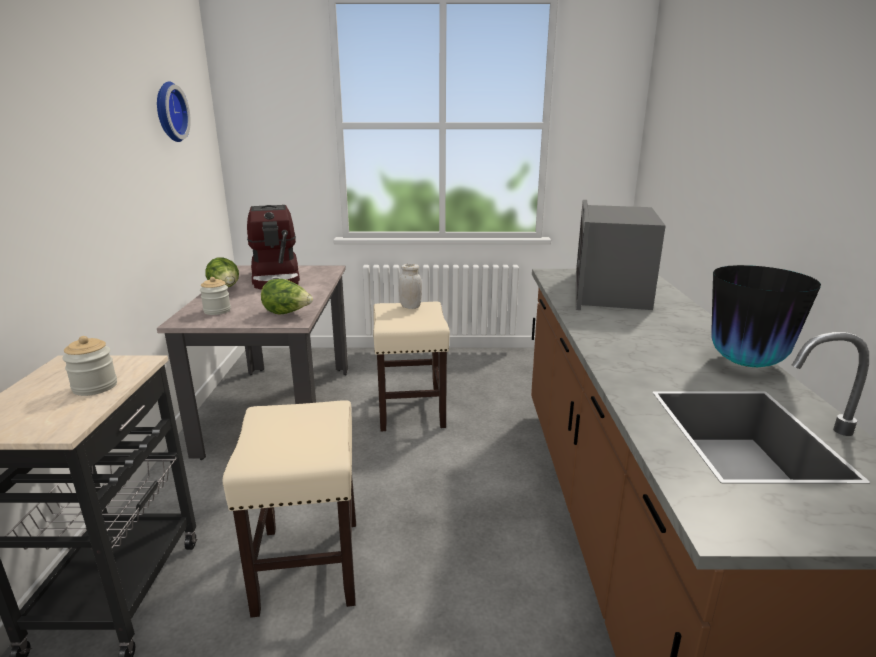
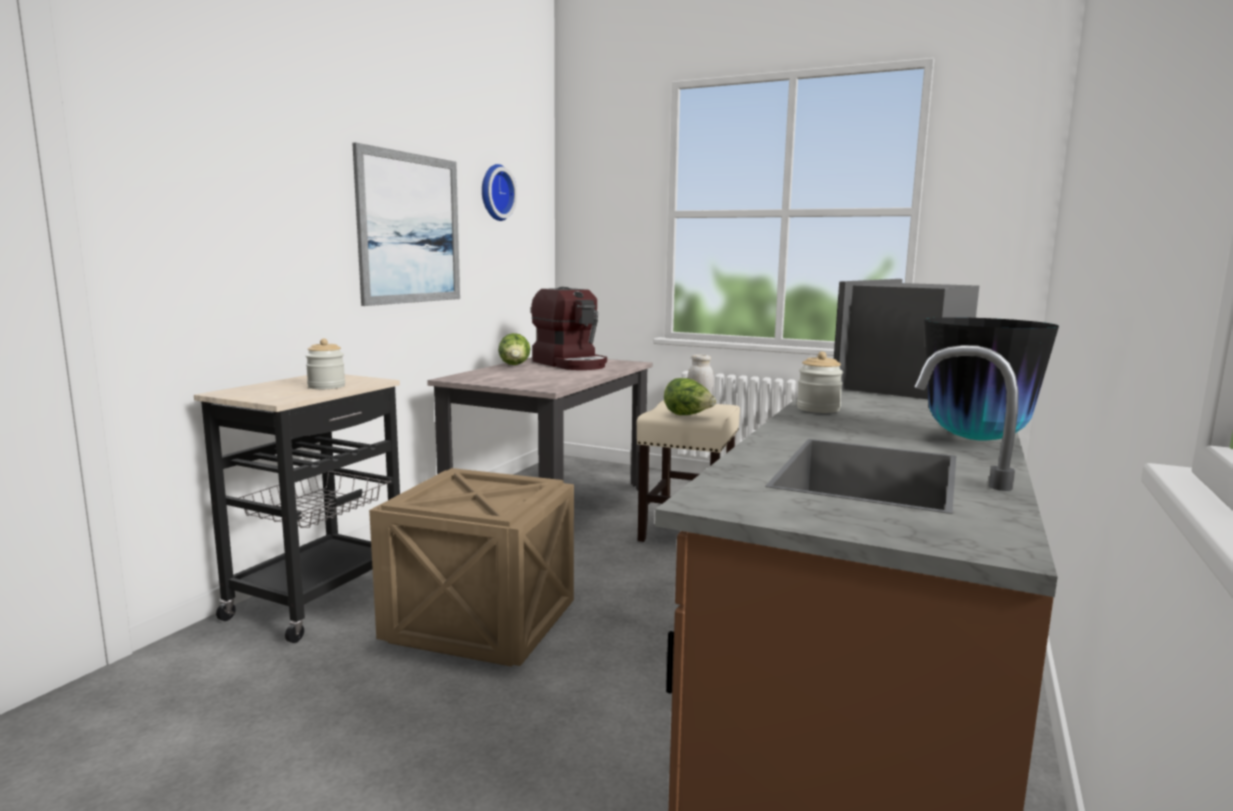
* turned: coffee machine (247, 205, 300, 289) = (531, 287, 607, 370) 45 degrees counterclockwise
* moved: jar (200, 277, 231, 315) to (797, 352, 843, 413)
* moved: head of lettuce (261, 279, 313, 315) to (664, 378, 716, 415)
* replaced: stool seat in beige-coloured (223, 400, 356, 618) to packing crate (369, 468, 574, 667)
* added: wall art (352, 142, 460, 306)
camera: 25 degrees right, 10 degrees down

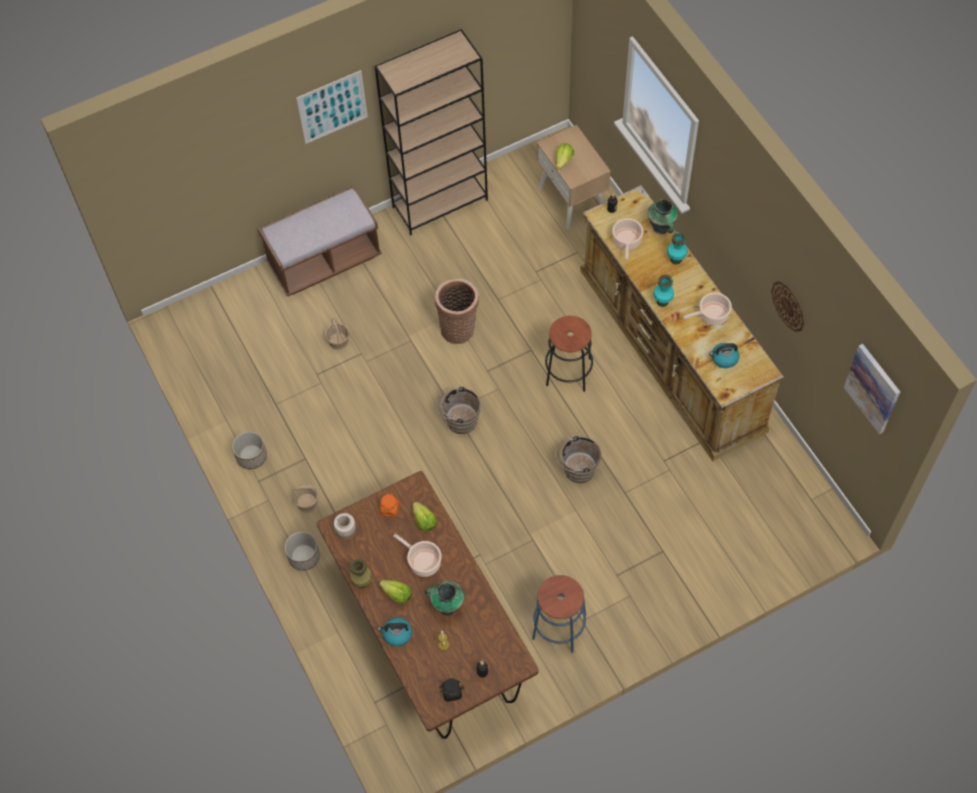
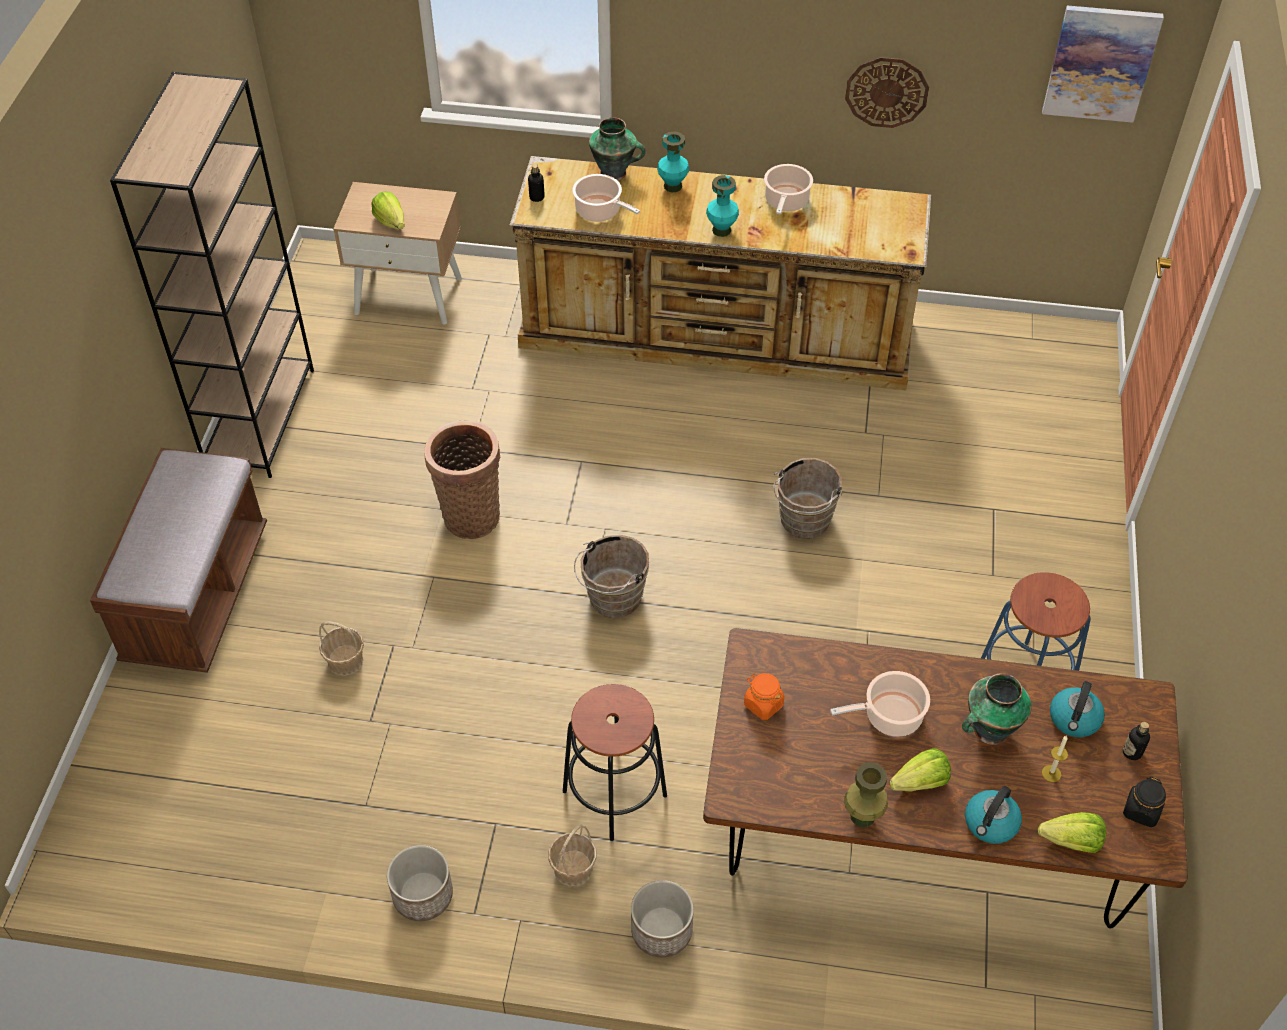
* removed: wall art (296, 70, 368, 144)
* moved: stool seat in black-coloured (545, 316, 593, 392) to (563, 684, 667, 841)
* moved: kettle (709, 343, 739, 368) to (1050, 681, 1105, 737)
* moved: head of lettuce (413, 502, 438, 532) to (1038, 812, 1107, 853)
* removed: jar (334, 513, 356, 540)
camera: 55 degrees left, 10 degrees down

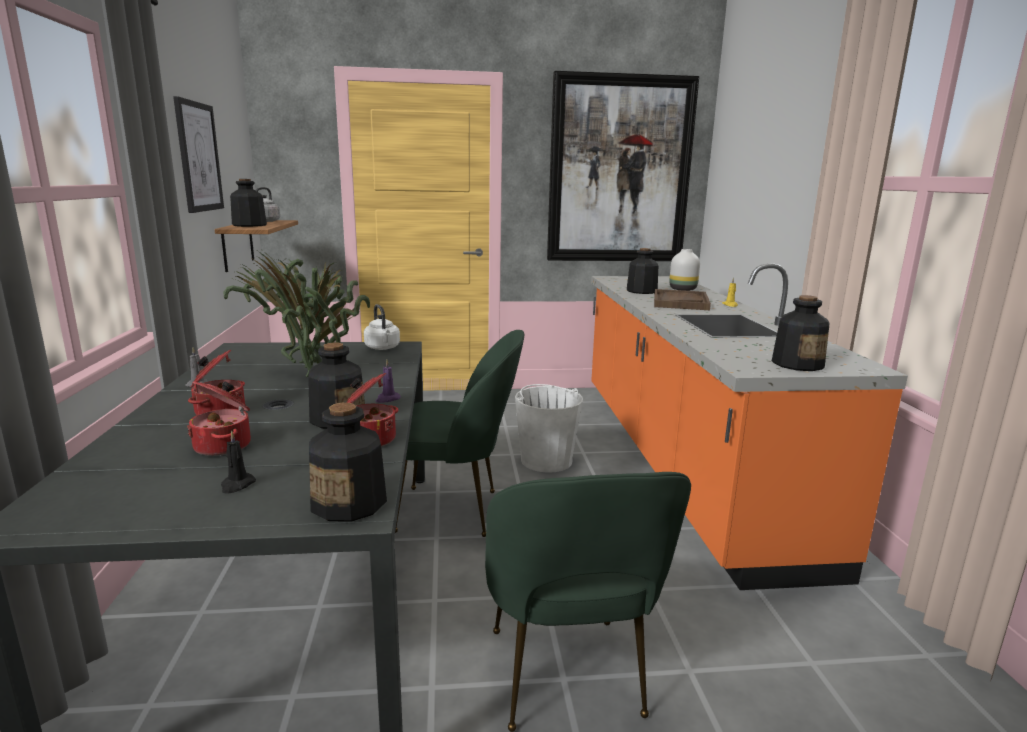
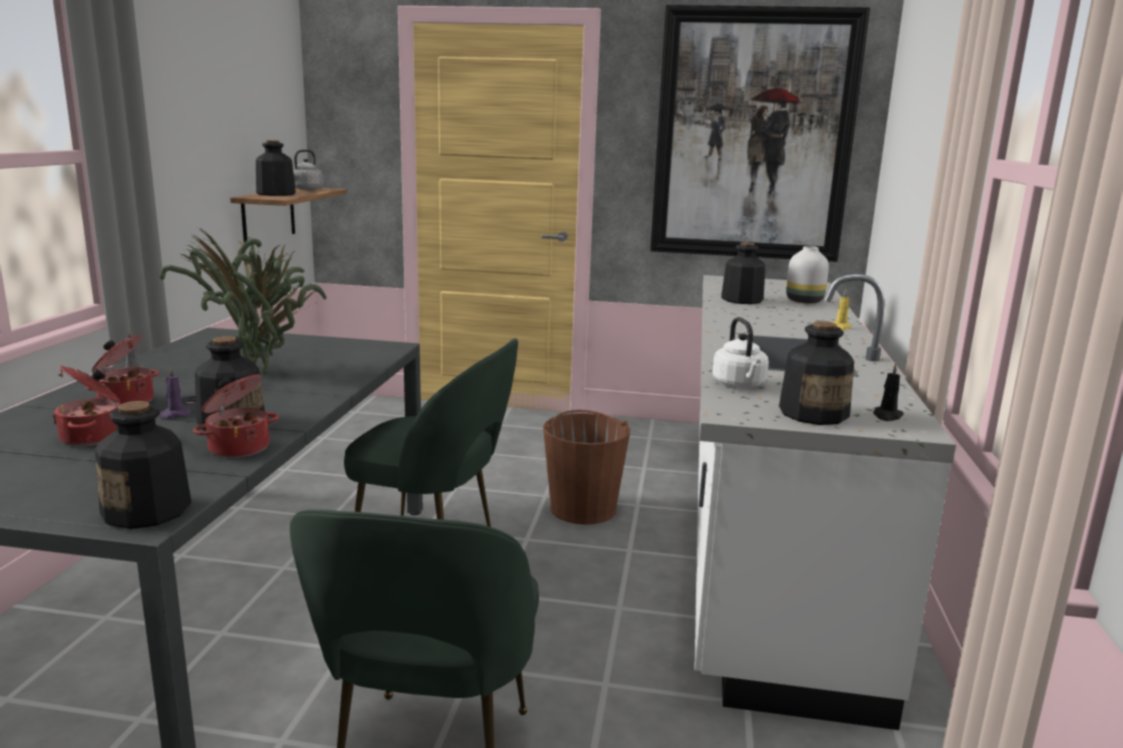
* removed: wall art (173, 96, 224, 213)
* recoloured: kitchen base unit in orange-coloured (591, 263, 908, 590) to kitchen base unit in white-coloured (694, 274, 956, 730)
* removed: serving tray in brown (654, 289, 711, 310)
* moved: kettle in white-coloured (364, 304, 400, 350) to (713, 317, 769, 388)
* moved: candle in purple (376, 360, 401, 403) to (157, 366, 191, 418)
* recoloured: bucket in white-coloured (515, 384, 583, 473) to bucket in brown (543, 410, 630, 525)
* moved: candle in black-coloured (221, 431, 256, 494) to (873, 363, 904, 421)
camera: 15 degrees right, 0 degrees up

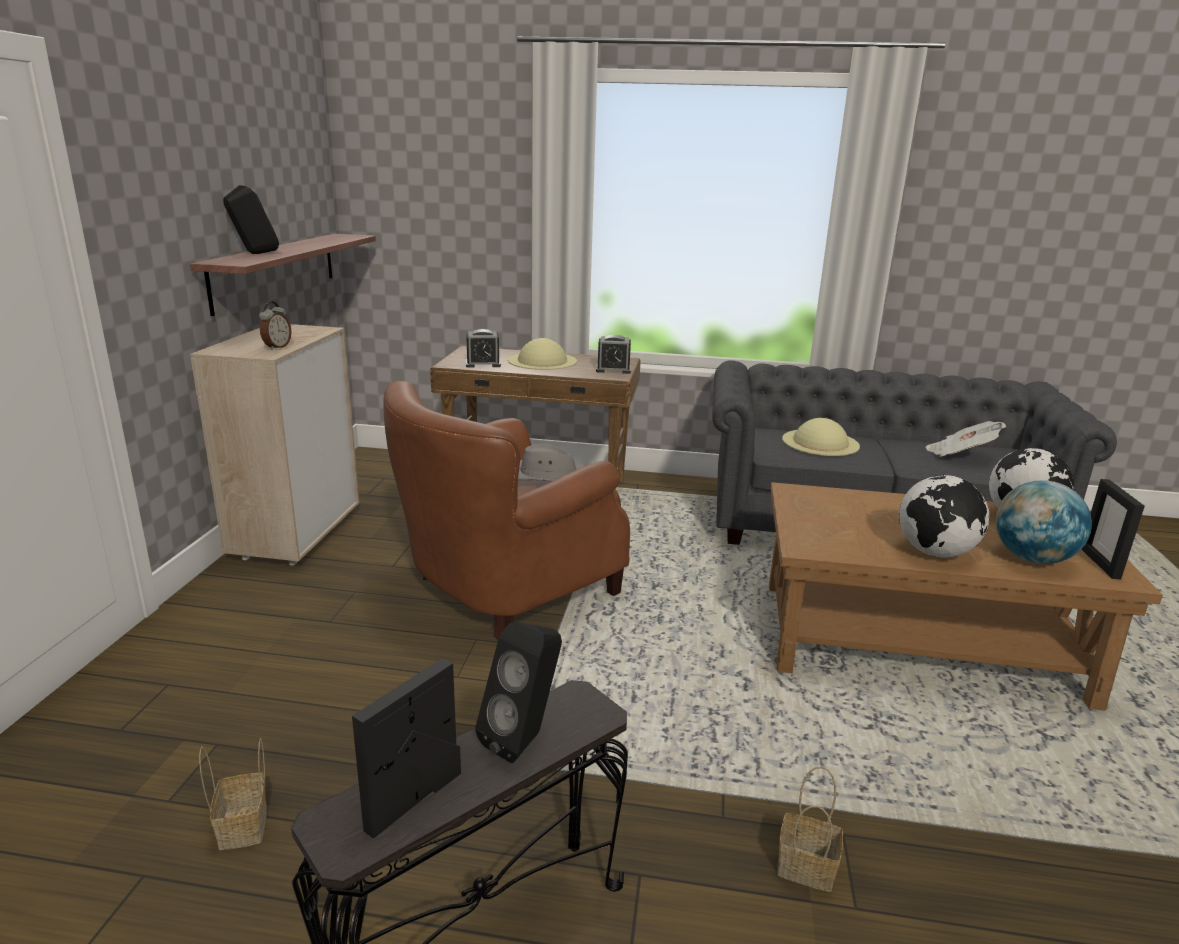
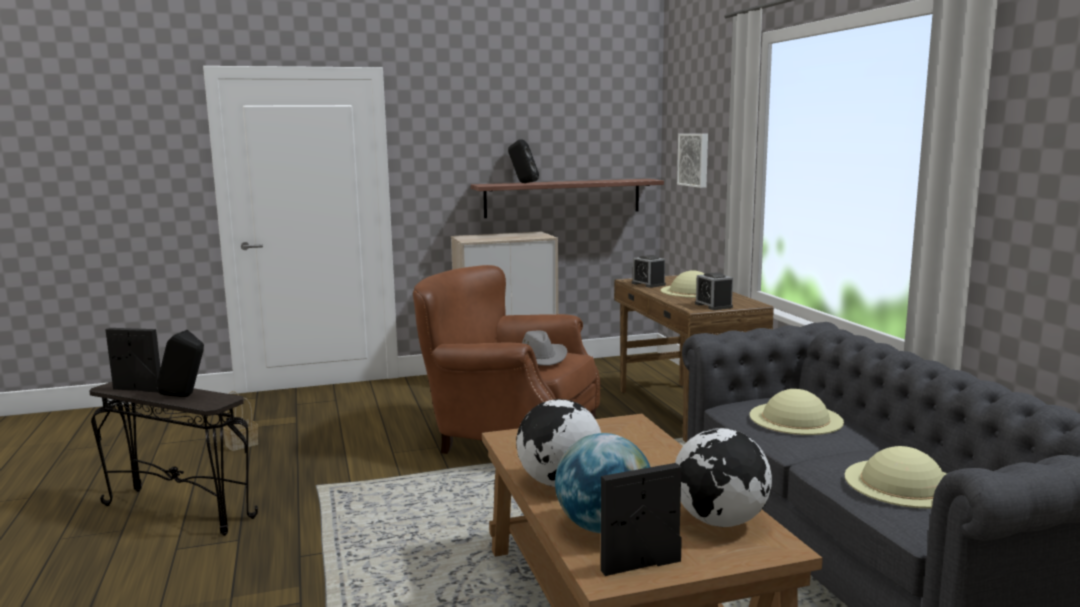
* removed: alarm clock (259, 302, 292, 350)
* replaced: daily paper (925, 421, 1006, 457) to wearable hat in beige-coloured (845, 446, 947, 508)
* removed: basket (777, 767, 843, 892)
* added: wall art (677, 134, 708, 188)
camera: 65 degrees right, 10 degrees down

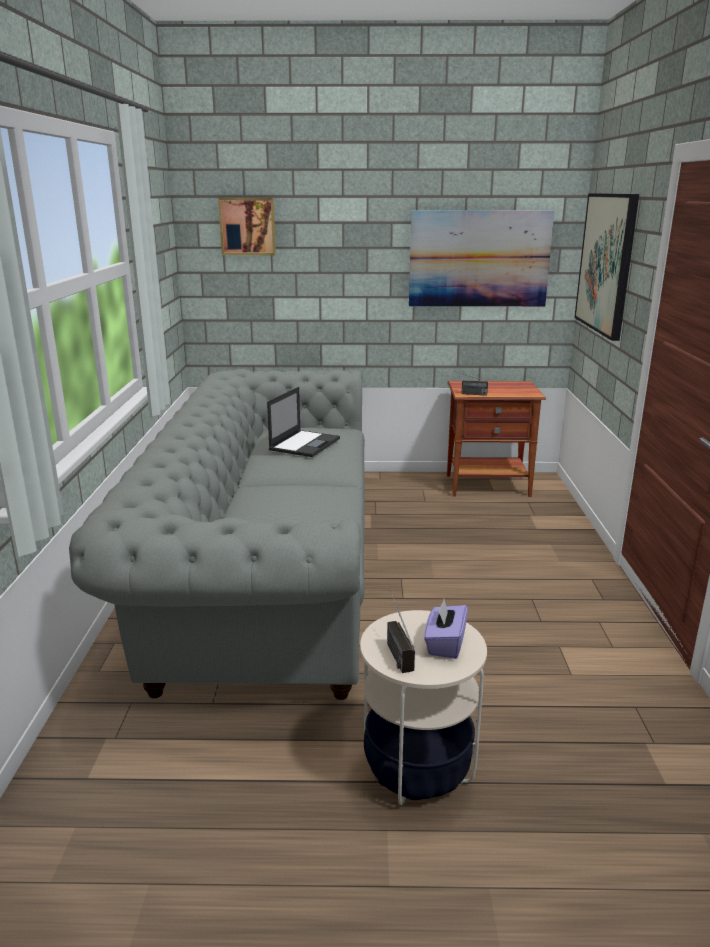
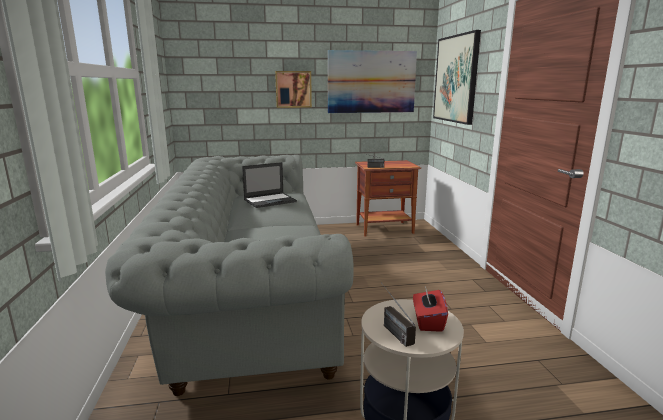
* moved: wall art (218, 198, 276, 255) to (275, 71, 312, 108)
* turned: laptop (267, 387, 340, 457) = (242, 162, 297, 208) 45 degrees clockwise
* recoloured: tissue box in purple (424, 599, 468, 659) to tissue box in red-coloured (413, 286, 448, 332)
camera: 10 degrees left, 5 degrees down

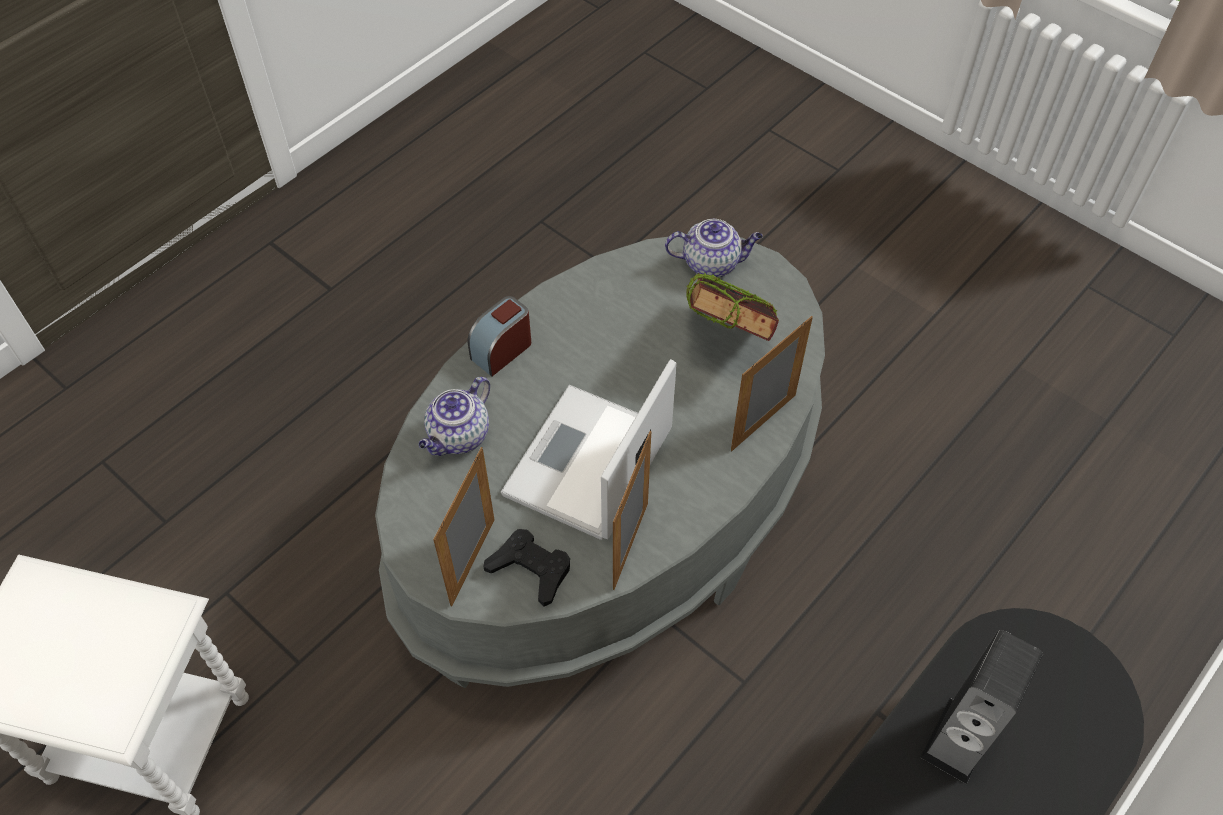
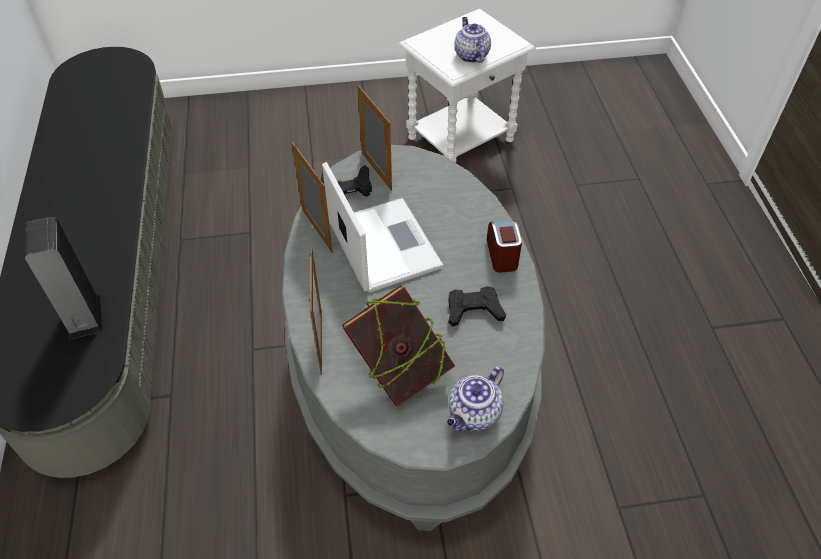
* moved: pot for tea (419, 377, 490, 456) to (454, 17, 491, 63)
* added: gamepad in black-coloured (448, 286, 506, 327)
camera: 130 degrees right, 5 degrees down

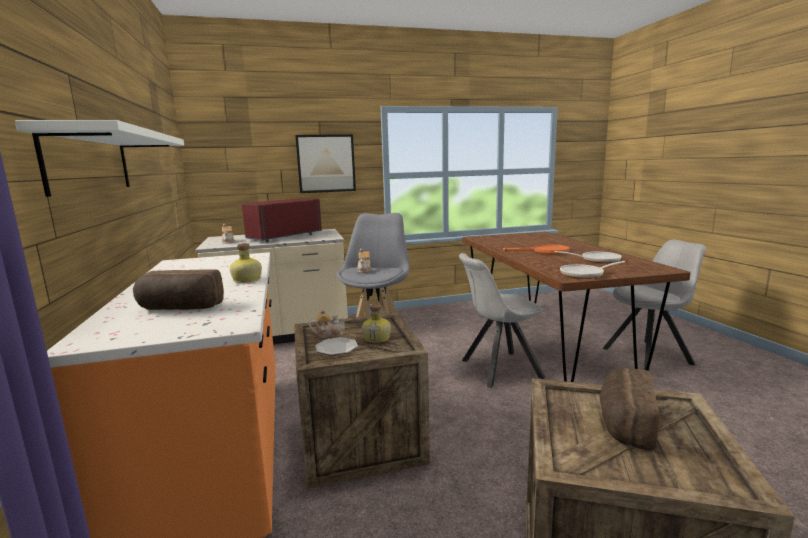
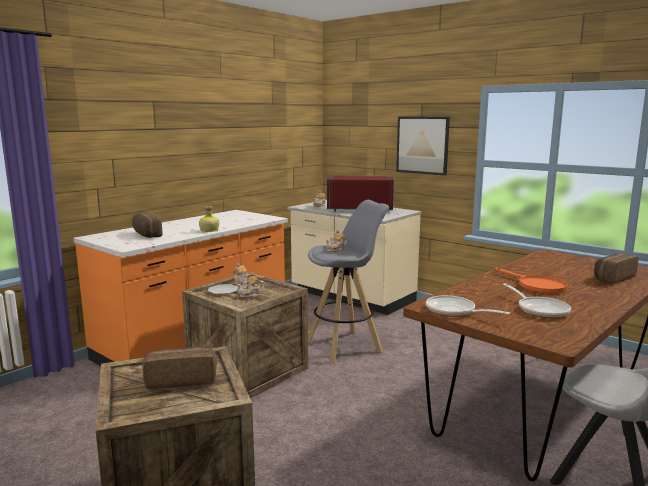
* removed: wall shelf in white-coloured (15, 120, 184, 197)
* removed: plain chair in grey (459, 253, 545, 388)
* replaced: drink bottle (362, 304, 391, 343) to pot for tea (237, 272, 265, 298)
* added: baked bread (594, 253, 639, 284)
camera: 55 degrees right, 0 degrees up

